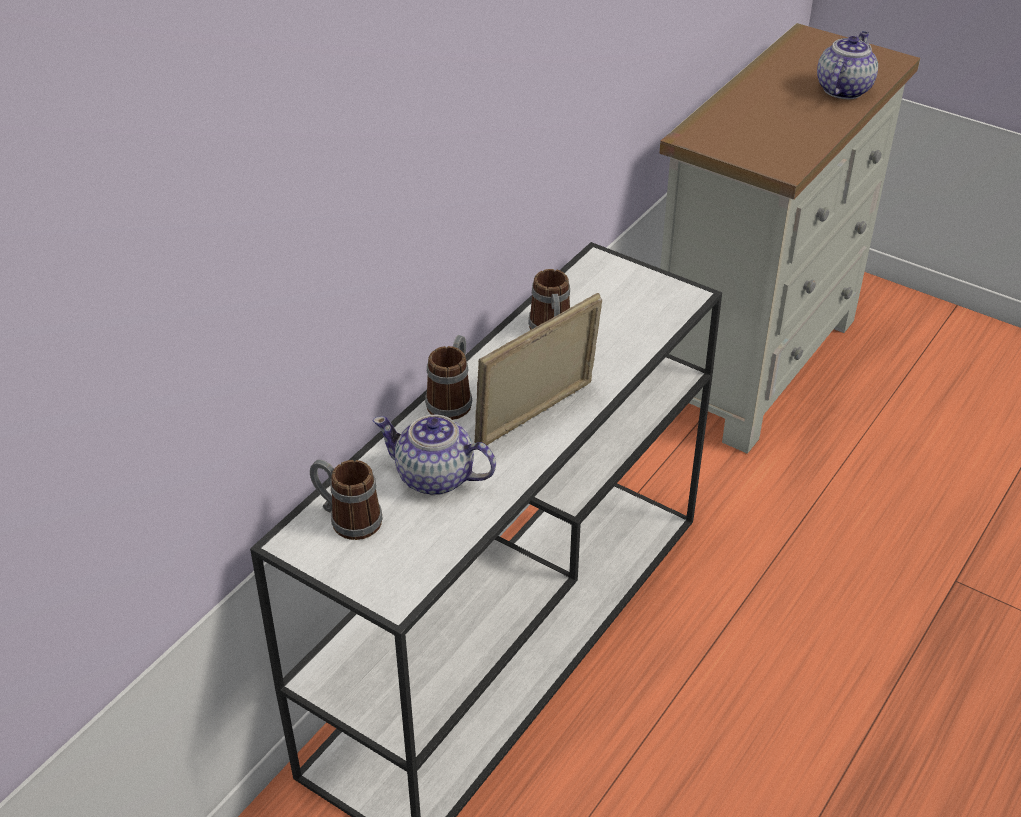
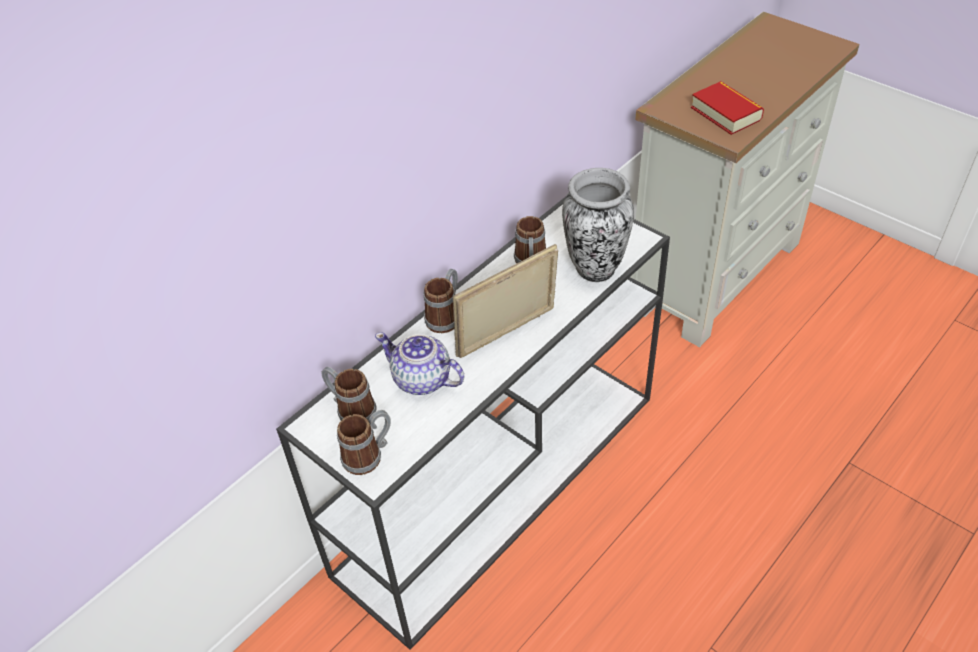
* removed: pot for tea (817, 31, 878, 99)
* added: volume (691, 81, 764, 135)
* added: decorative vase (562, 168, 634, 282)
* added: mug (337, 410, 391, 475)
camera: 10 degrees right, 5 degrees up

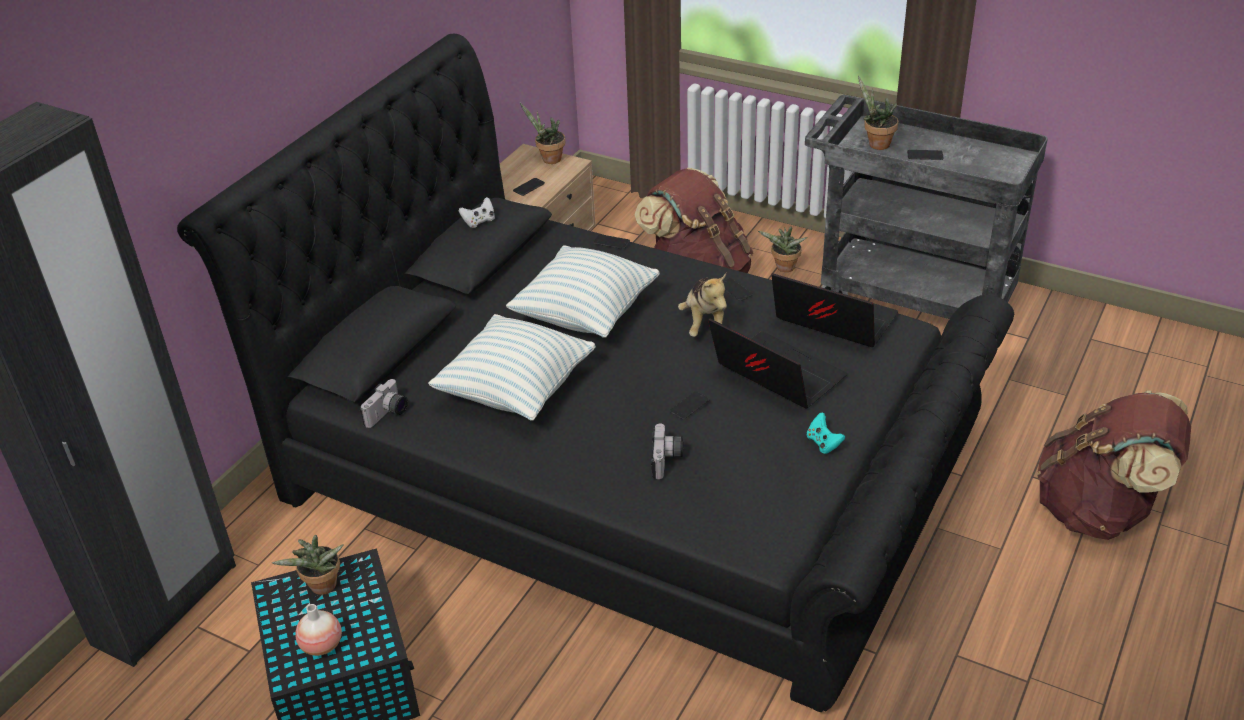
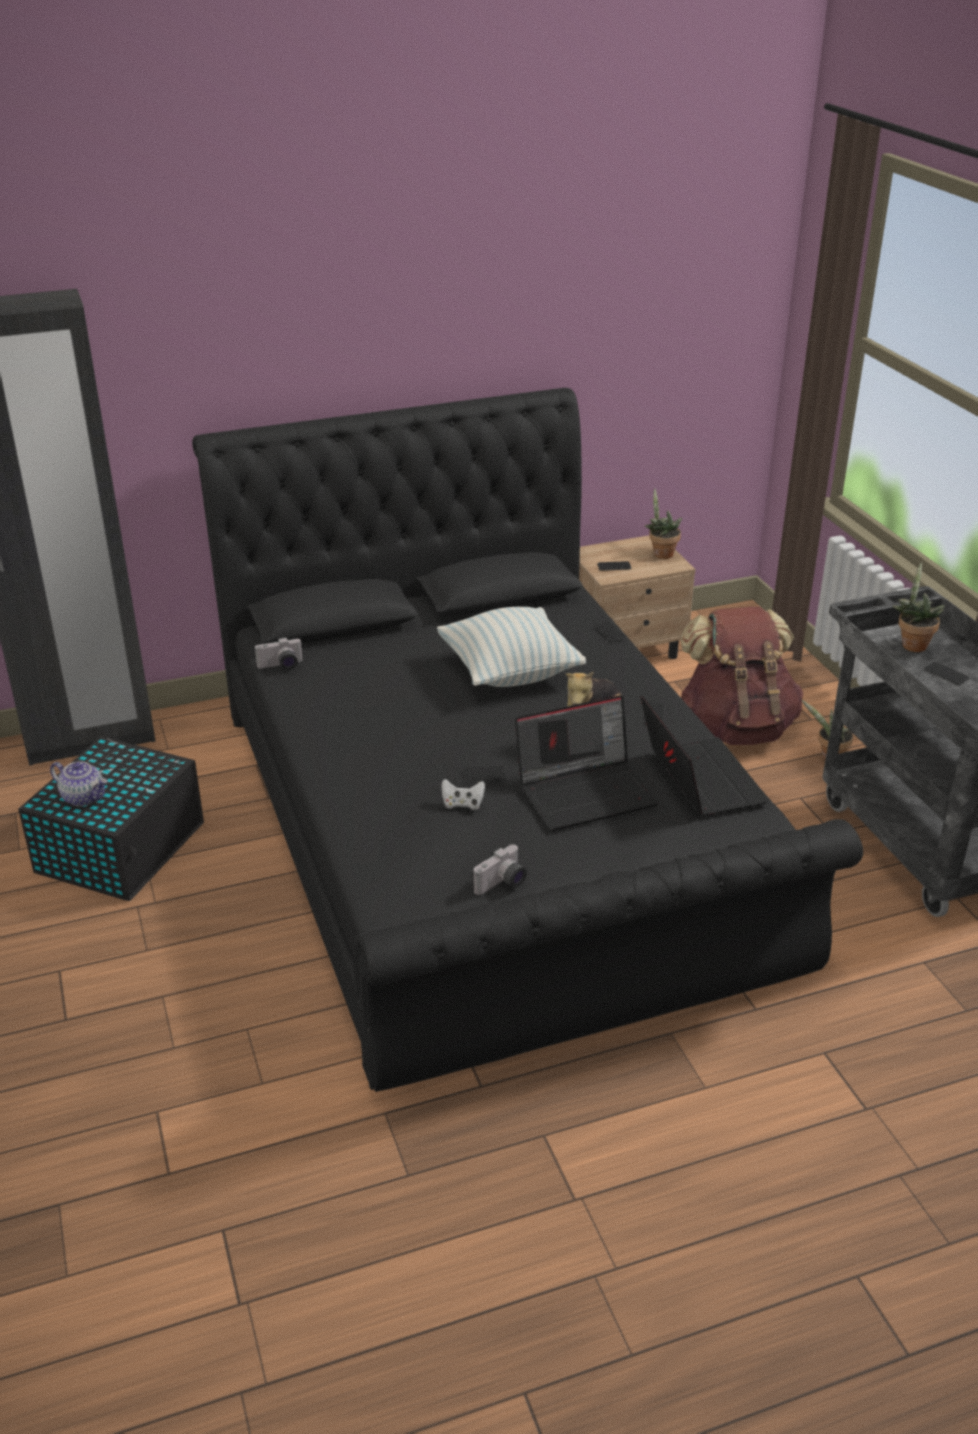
* moved: gamepad in white-coloured (459, 197, 495, 228) to (441, 779, 485, 810)
* removed: pillow (428, 314, 596, 421)
* turned: laptop (708, 318, 847, 409) = (515, 695, 659, 831) 75 degrees clockwise
* removed: rucksack in brown (1037, 391, 1191, 540)
* removed: gamepad in turquoise (807, 412, 845, 454)
* moved: photo camera (651, 424, 683, 479) to (471, 845, 527, 895)
* removed: houseplant (272, 535, 344, 595)
* replaced: decorative vase (295, 604, 342, 656) to pot for tea (50, 761, 108, 806)
camera: 40 degrees right, 5 degrees down

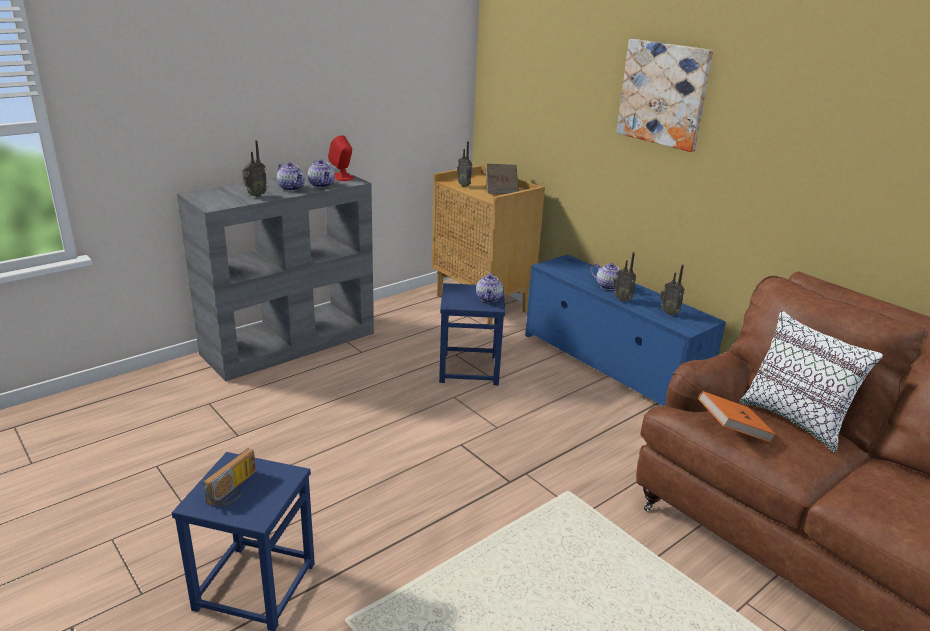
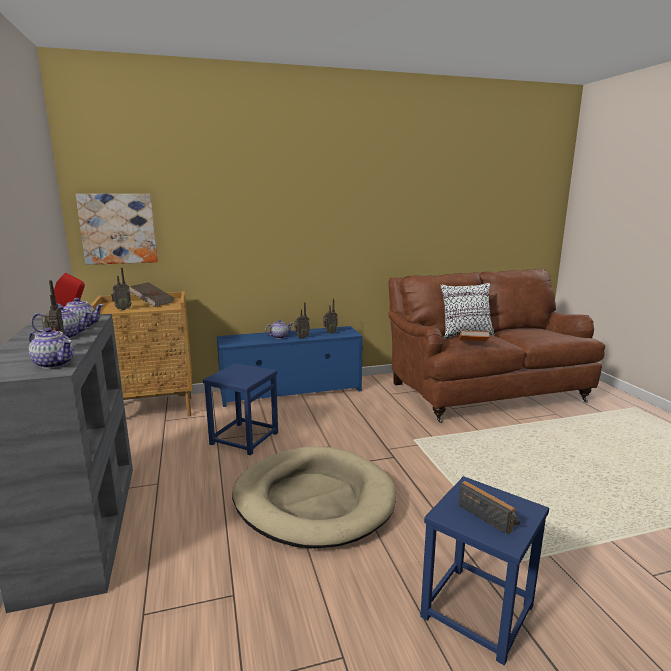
* moved: wall art (617, 39, 713, 152) to (76, 194, 158, 265)
* moved: pot for tea (476, 272, 503, 302) to (29, 328, 74, 369)
* added: dog bed in beige-coloured (232, 446, 396, 548)
camera: 65 degrees left, 10 degrees down

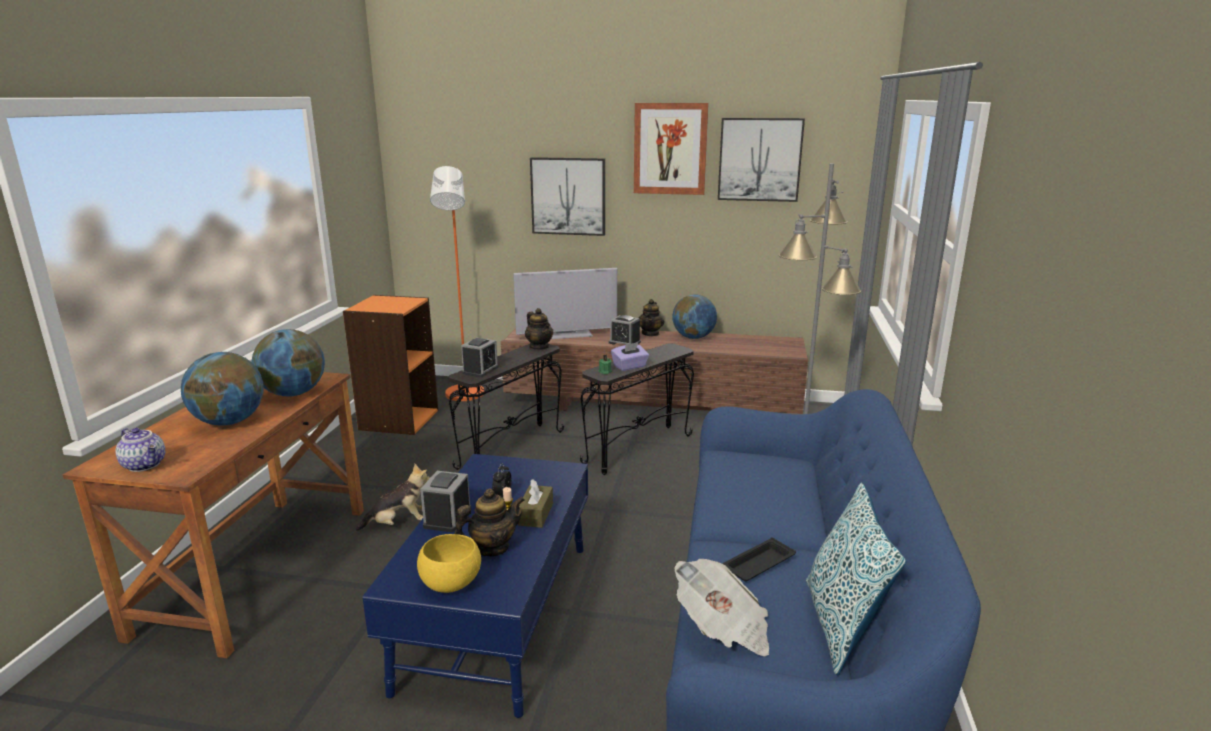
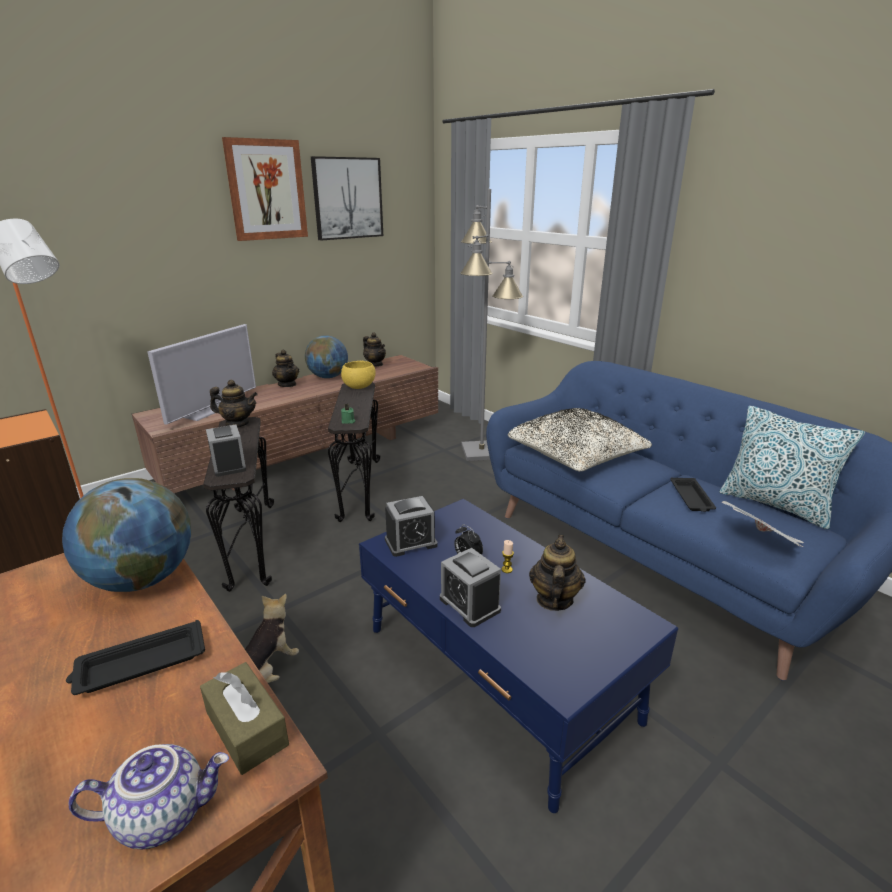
* removed: wall art (530, 157, 605, 236)
* moved: alarm clock (609, 315, 641, 344) to (385, 496, 438, 557)
* removed: tissue box in purple (611, 342, 649, 371)
* replaced: globe (181, 352, 264, 426) to serving tray in black-coloured (66, 620, 205, 695)
* moved: tissue box in brown (518, 479, 553, 528) to (200, 662, 289, 775)
* moved: bowl in yellow-coloured (417, 534, 481, 593) to (341, 361, 376, 389)
* added: pot for tea (363, 333, 386, 366)
* added: pillow in beige-coloured (508, 408, 652, 472)
camera: 50 degrees left, 5 degrees up

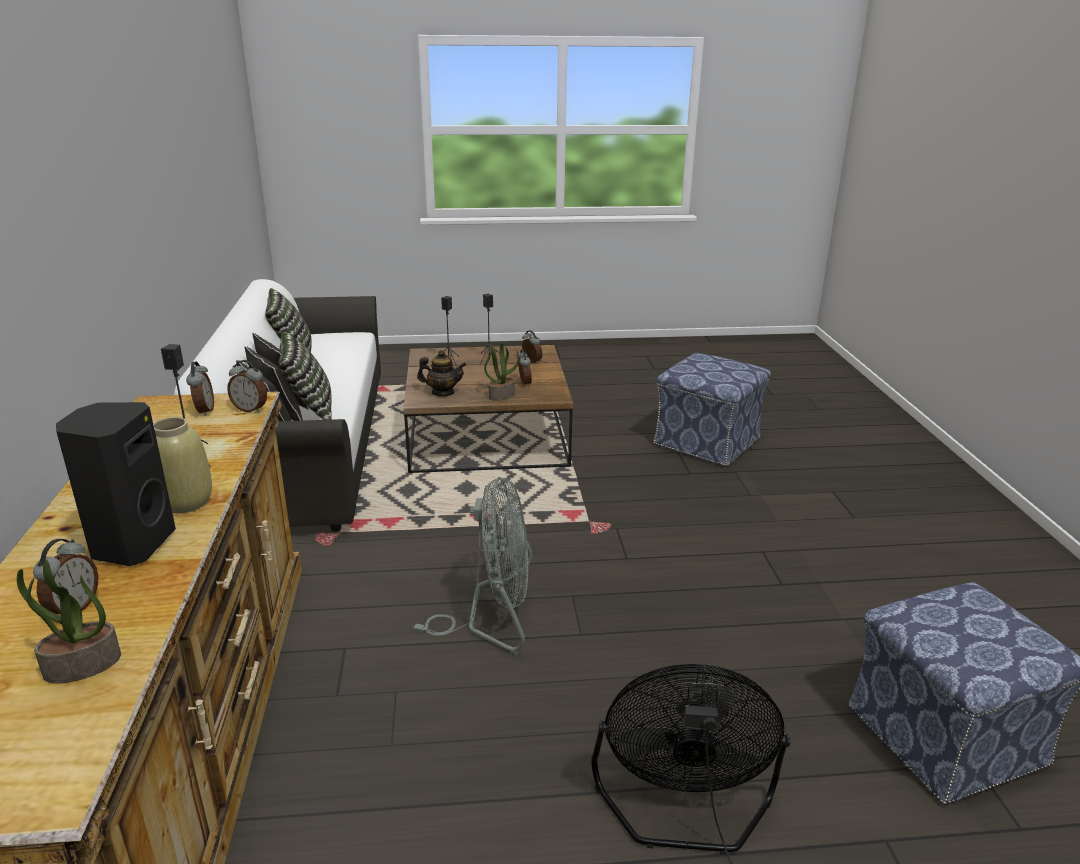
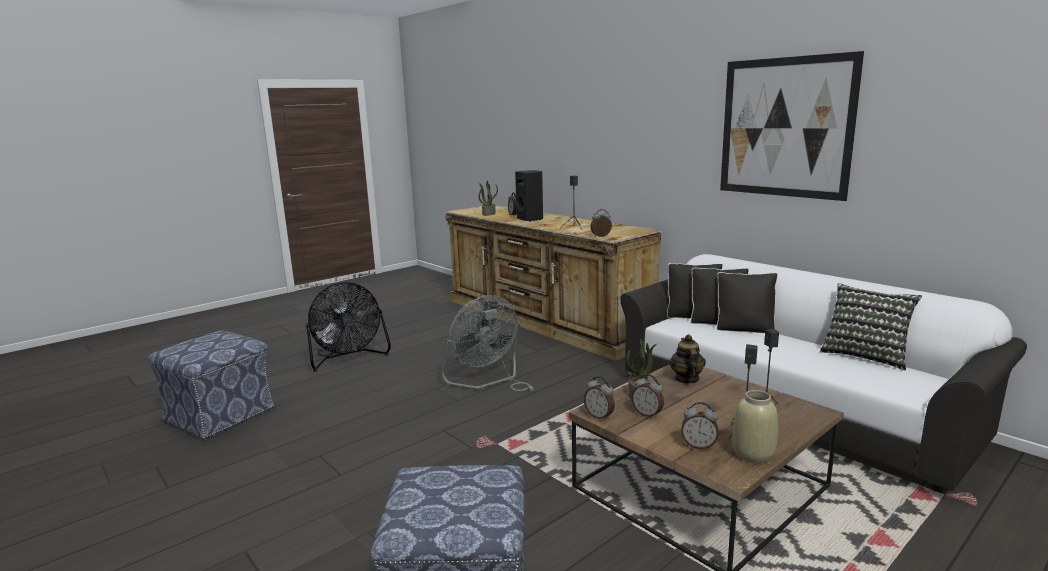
* removed: pillow (279, 332, 332, 420)
* turned: pot for tea (417, 350, 466, 396) = (670, 334, 706, 384) 120 degrees clockwise
* moved: alarm clock (186, 361, 214, 416) to (584, 376, 615, 420)
* moved: decorative vase in beige-coloured (153, 417, 212, 513) to (732, 390, 778, 463)
* turned: cooling fan in grey (413, 477, 532, 656) = (441, 295, 534, 391) 90 degrees clockwise
* added: wall art (720, 51, 864, 201)
camera: 145 degrees right, 10 degrees down

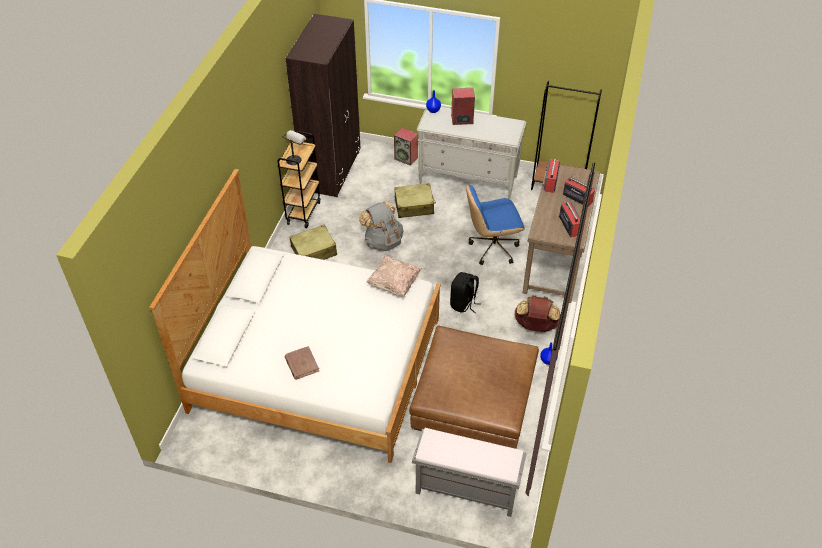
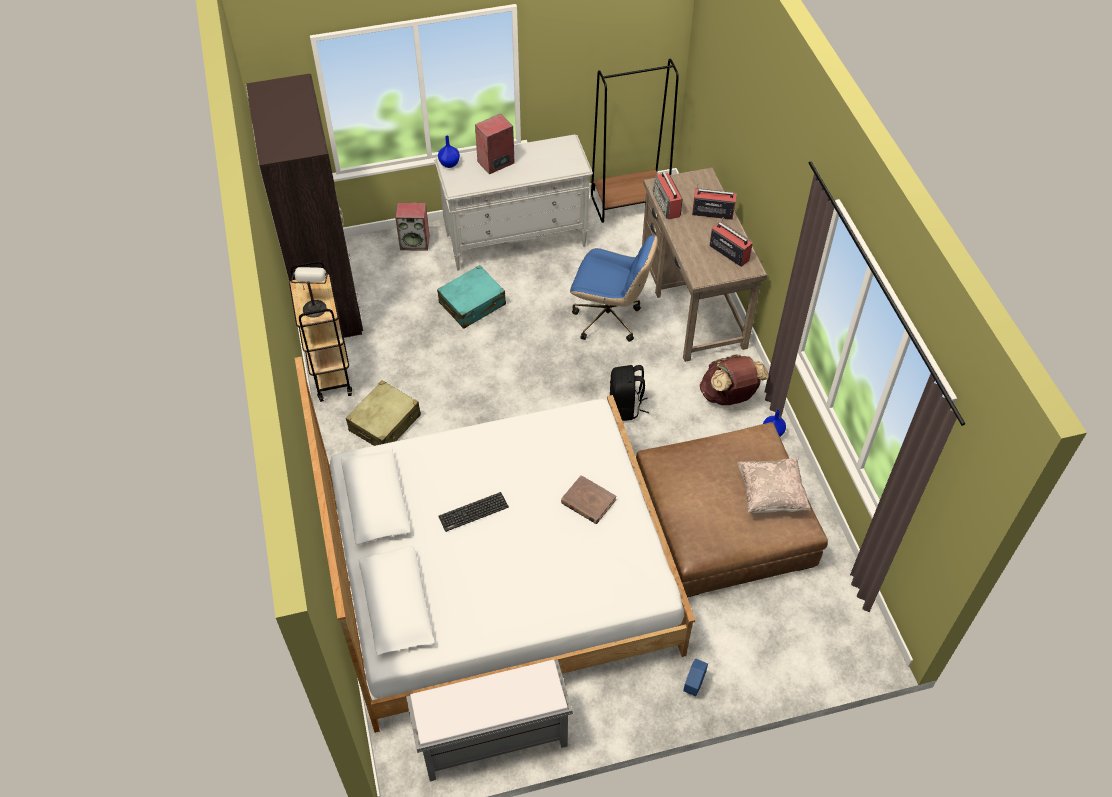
* recoloured: travel case in beige-coloured (394, 183, 436, 218) to travel case in turquoise (437, 265, 506, 329)
* turned: computer chair in blue-coloured (466, 185, 525, 265) = (570, 235, 658, 342) 120 degrees counterclockwise
* removed: rucksack in grey (359, 201, 404, 251)
* moved: pillow in beige-coloured (366, 255, 423, 298) to (737, 457, 811, 513)
* moved: volume in brown (285, 346, 319, 380) to (561, 475, 616, 524)
* moved: long seat in grey (412, 428, 527, 517) to (406, 660, 573, 781)
* added: computer keyboard (438, 492, 509, 532)
* added: planter in blue-coloured (683, 658, 708, 696)
camera: 30 degrees left, 5 degrees up

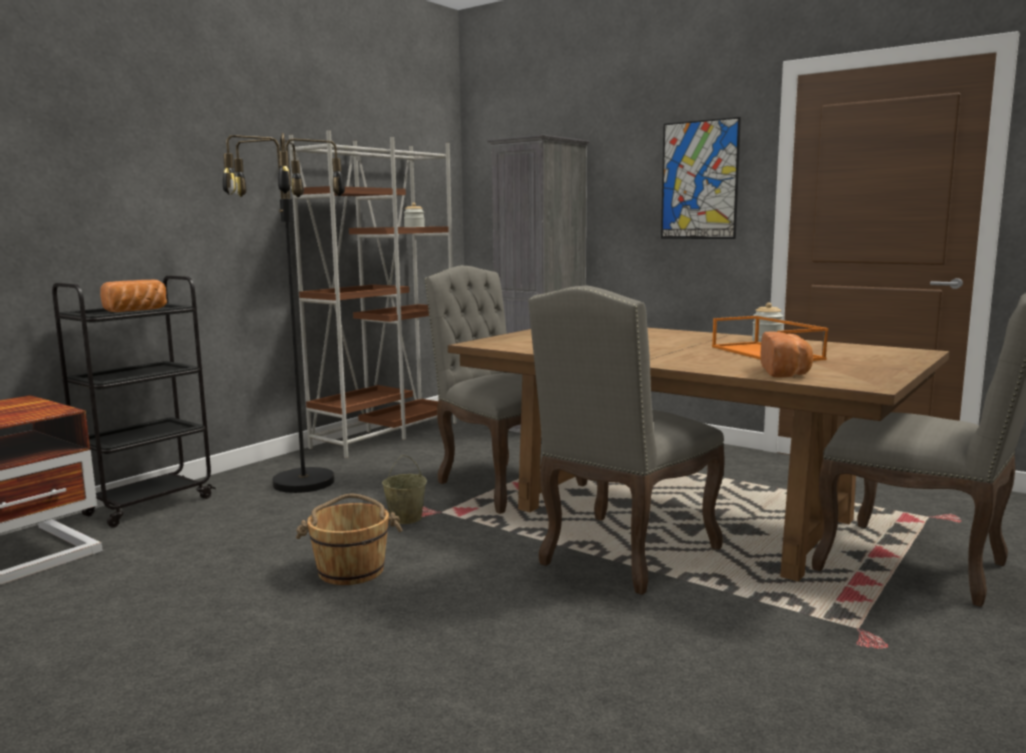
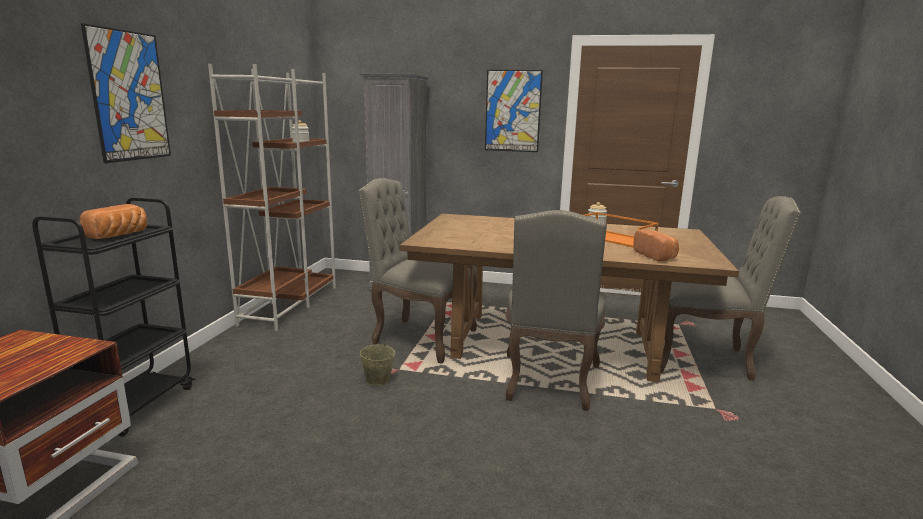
* removed: standard lamp (223, 133, 345, 493)
* removed: bucket in brown (296, 494, 403, 585)
* added: wall art (81, 23, 171, 163)
camera: 25 degrees left, 5 degrees up

